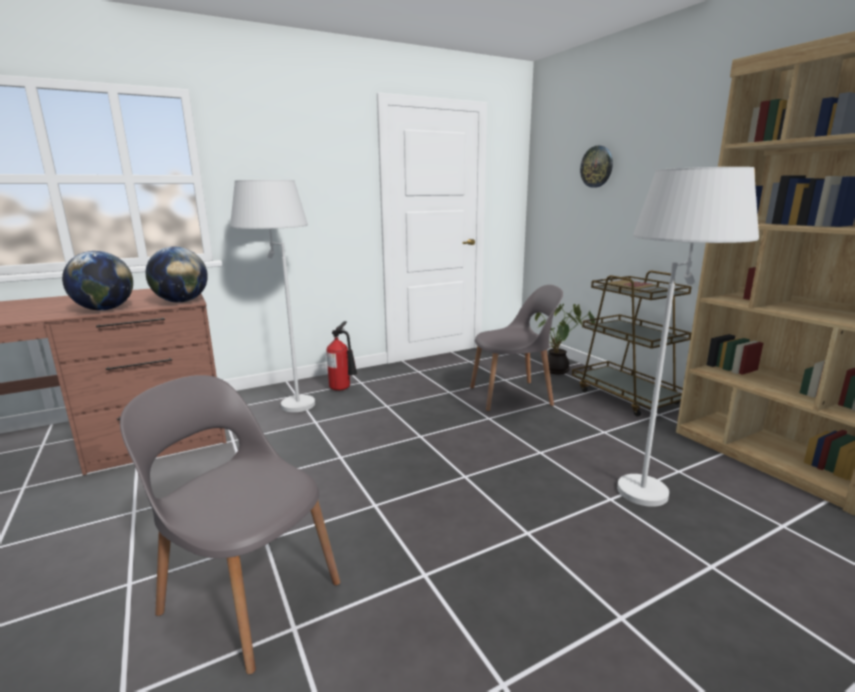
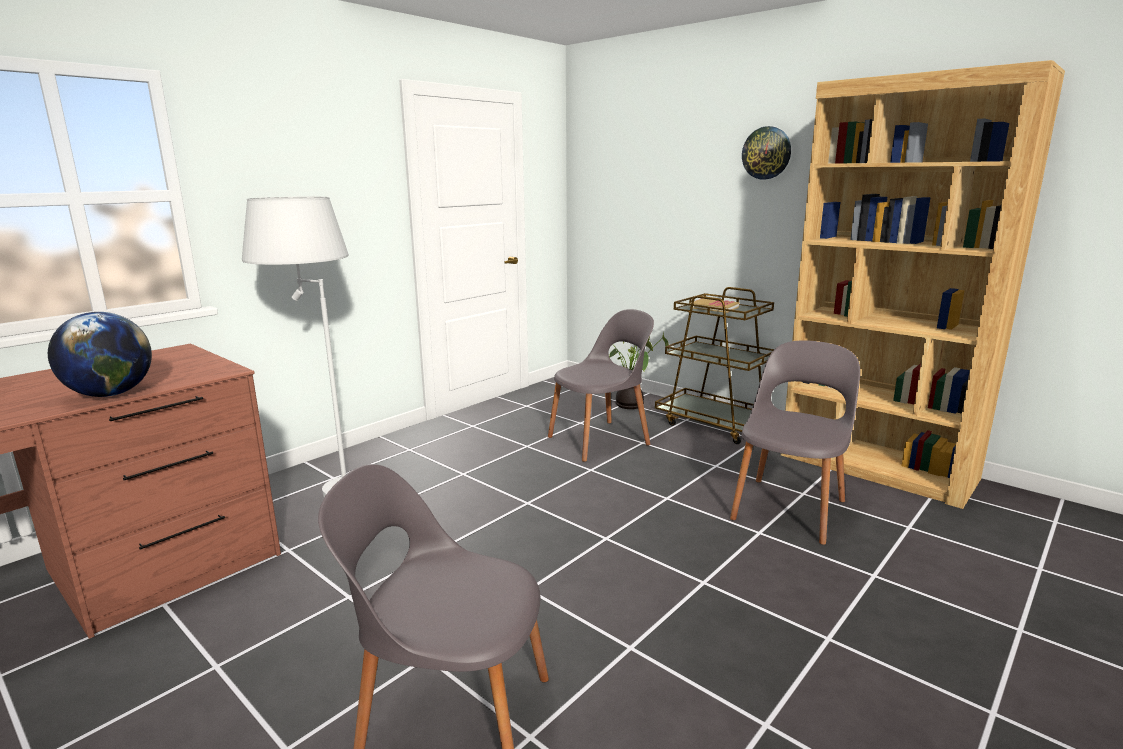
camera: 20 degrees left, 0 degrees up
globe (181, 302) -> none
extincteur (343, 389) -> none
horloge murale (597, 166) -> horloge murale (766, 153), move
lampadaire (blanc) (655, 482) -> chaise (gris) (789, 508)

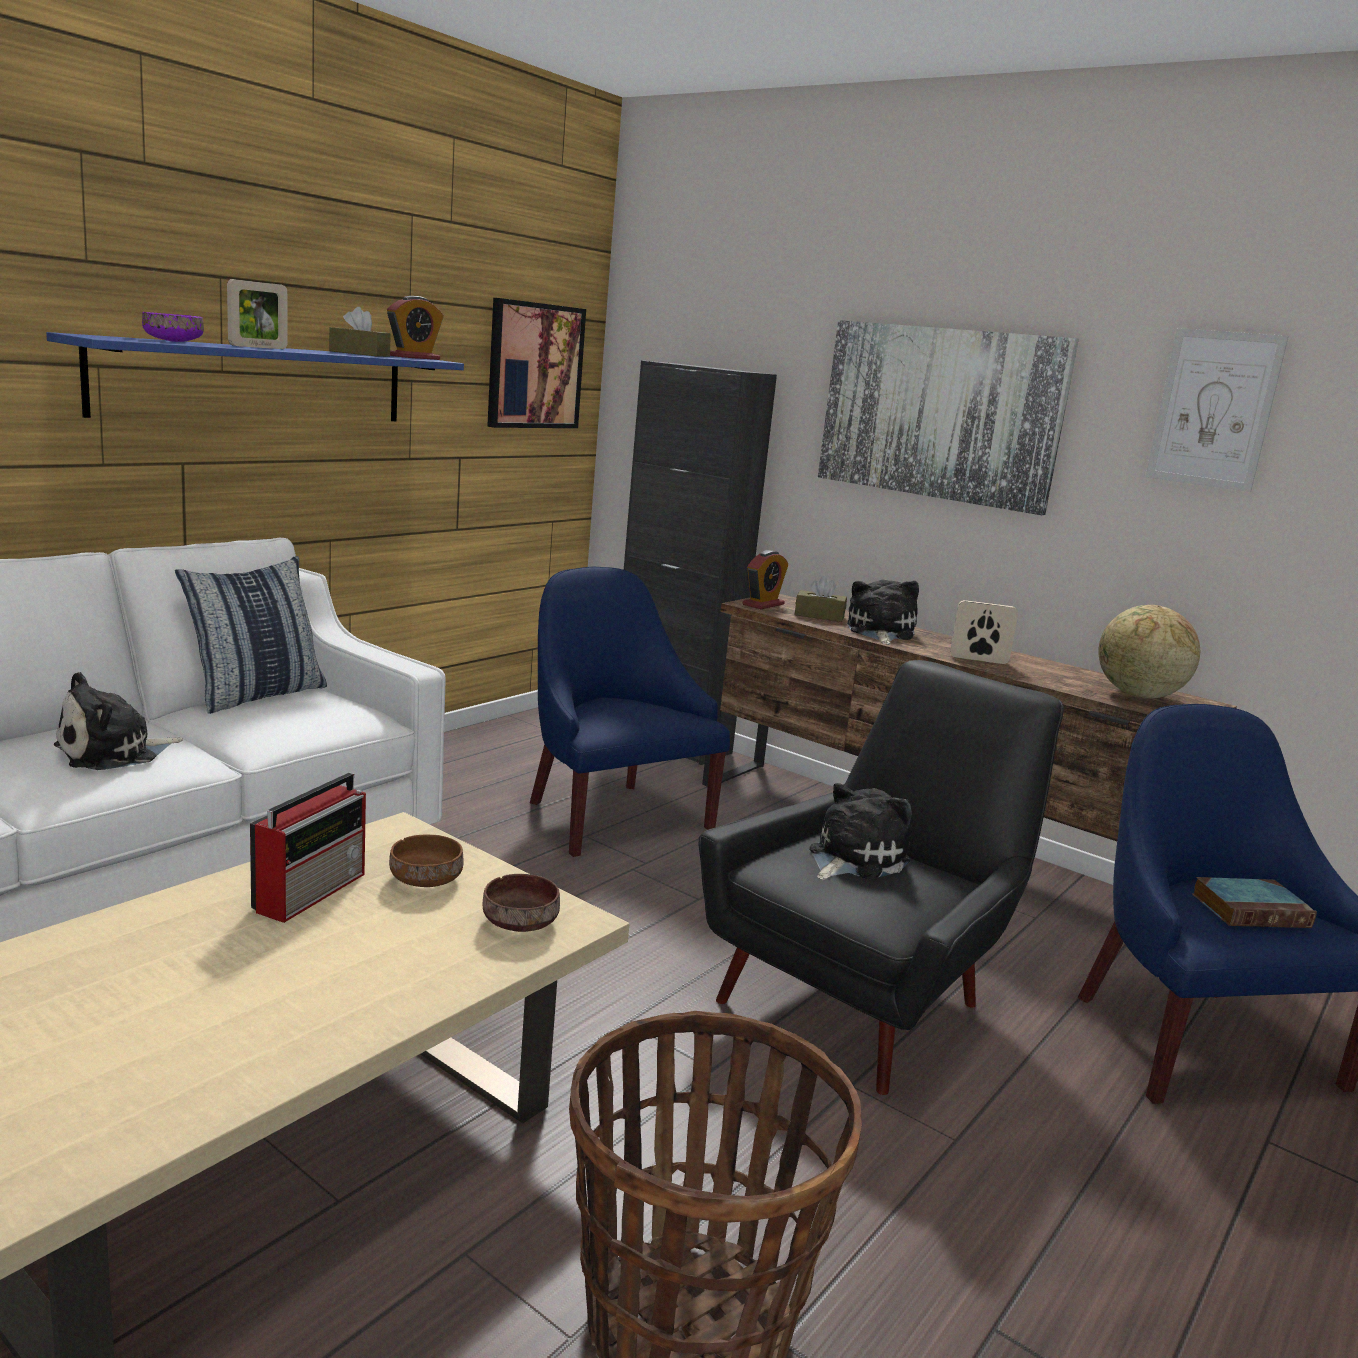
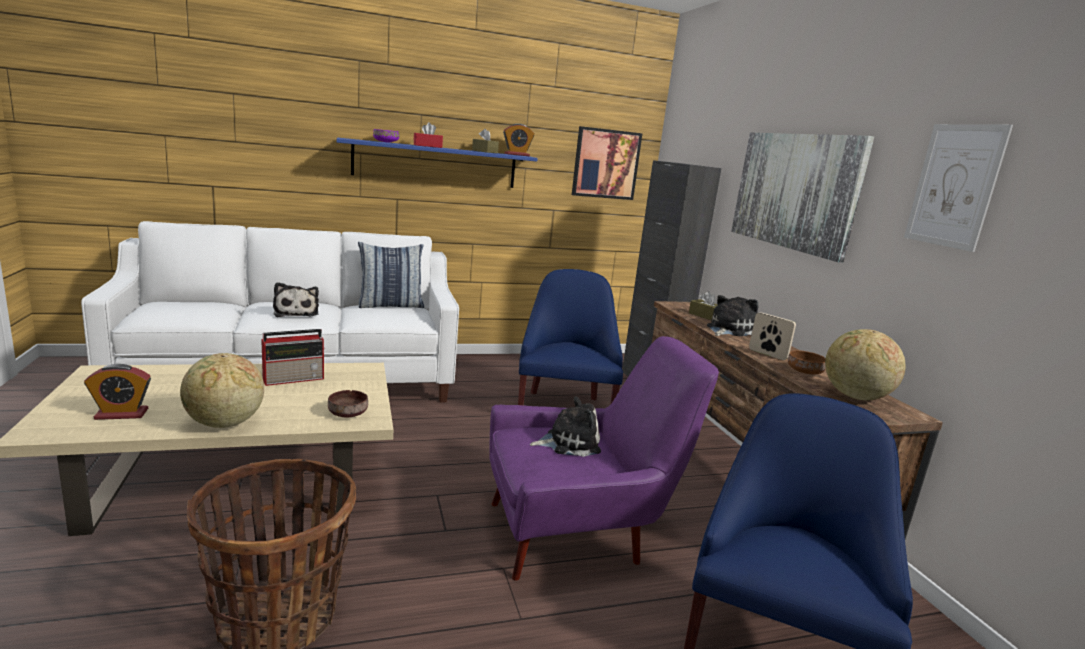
camera: 35 degrees right, 0 degrees up
peluche (113, 753) -> peluche (296, 312), 105 degrees counterclockwise
cadre photo (258, 347) -> boîte à mouchoirs (rouge) (427, 146)
bol (marron) (426, 880) -> bol (marron) (804, 372), move
fauteuil (noir) (867, 995) -> fauteuil (violet) (578, 533)
réveil (763, 604) -> réveil (121, 414), move
livre (1251, 910) -> none
none -> globe (224, 424)

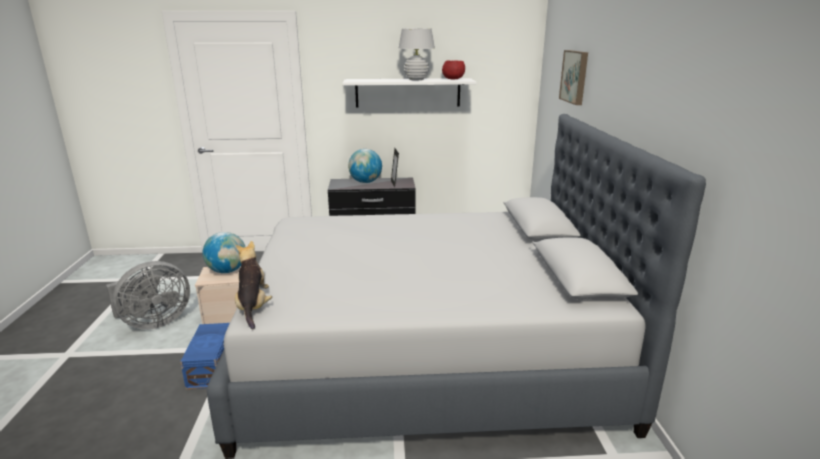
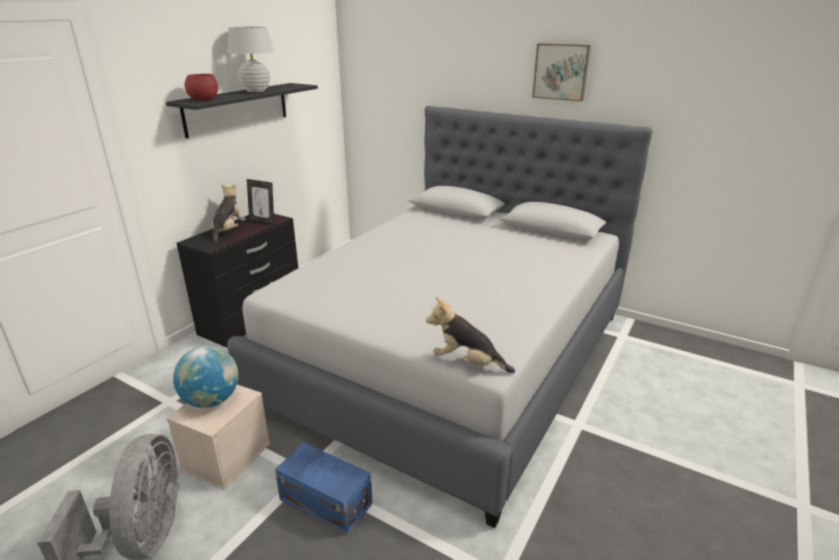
camera: 55 degrees left, 5 degrees up
étagère (blanc) (408, 92) -> étagère (noir) (237, 109)
globe (365, 182) -> peluche (229, 231)
bol (rouge) (453, 79) -> bol (rouge) (204, 100), move
tableau (575, 76) -> tableau (561, 72), move

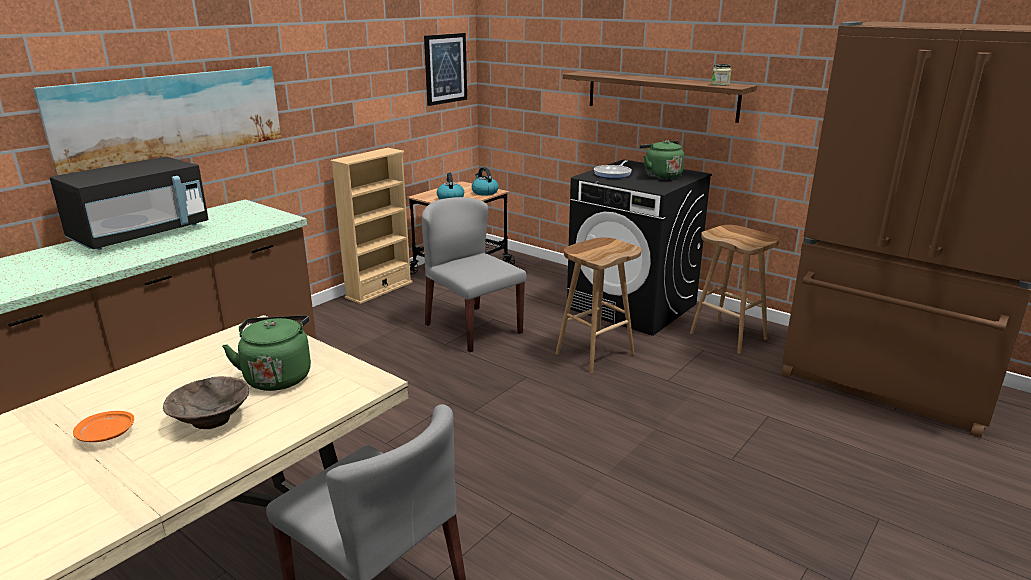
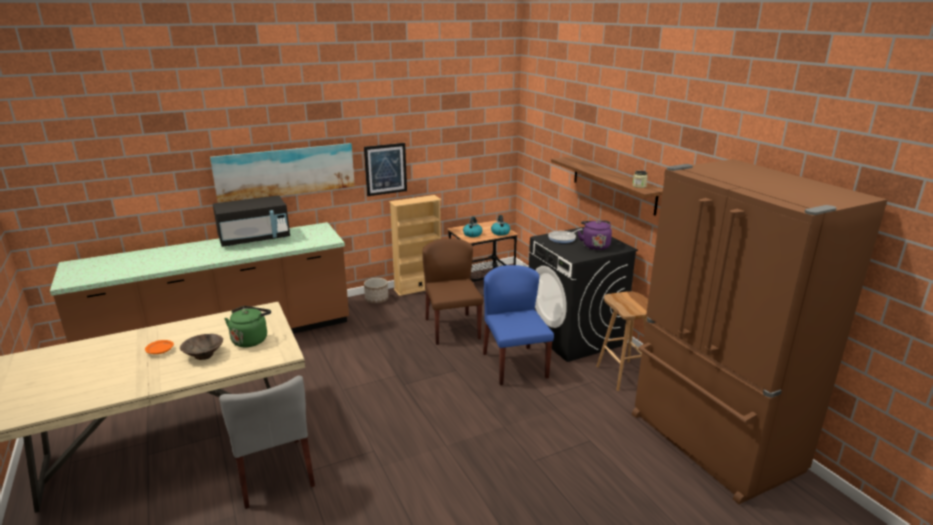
camera: 25 degrees right, 0 degrees up
chaise (gris) (472, 328) -> chaise (marron) (452, 328)
tableau (445, 68) -> tableau (385, 169), move
tabouret (marron) (595, 353) -> chaise (bleu) (514, 365)
bouilloire (vert) (660, 176) -> bouilloire (violet) (594, 246)
none -> cache-pot (377, 299)

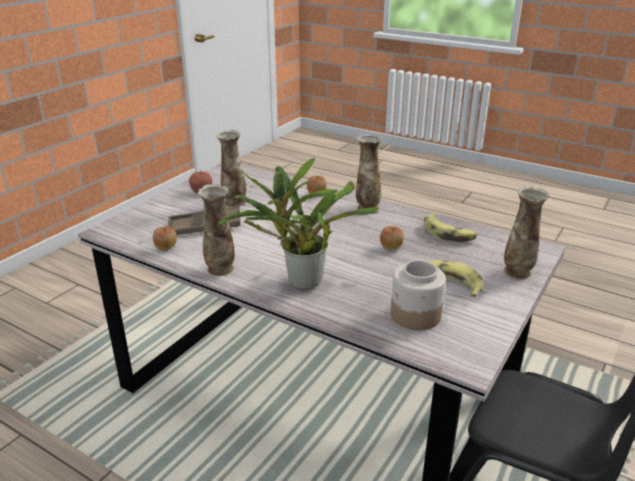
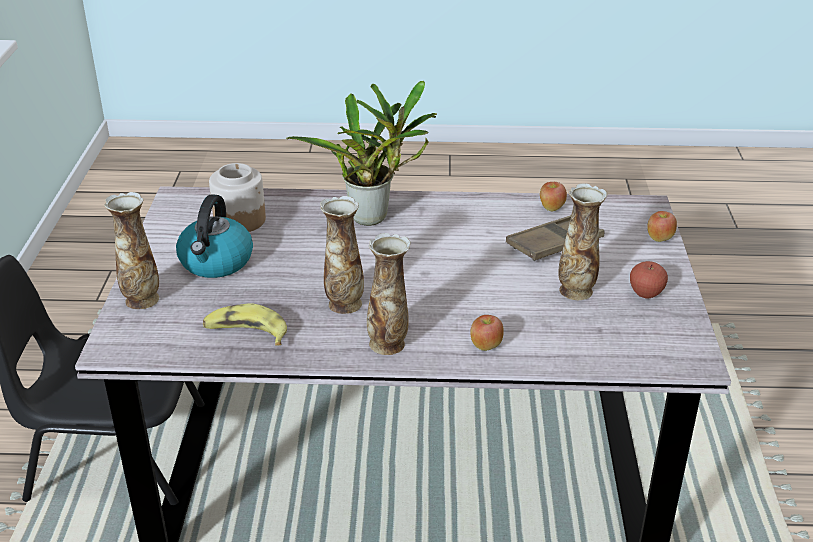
camera: 150 degrees right, 5 degrees up
vase (220, 269) -> vase (344, 303), move
pomme (391, 248) -> pomme (659, 238), move
banane (451, 283) -> bouilloire (216, 262)

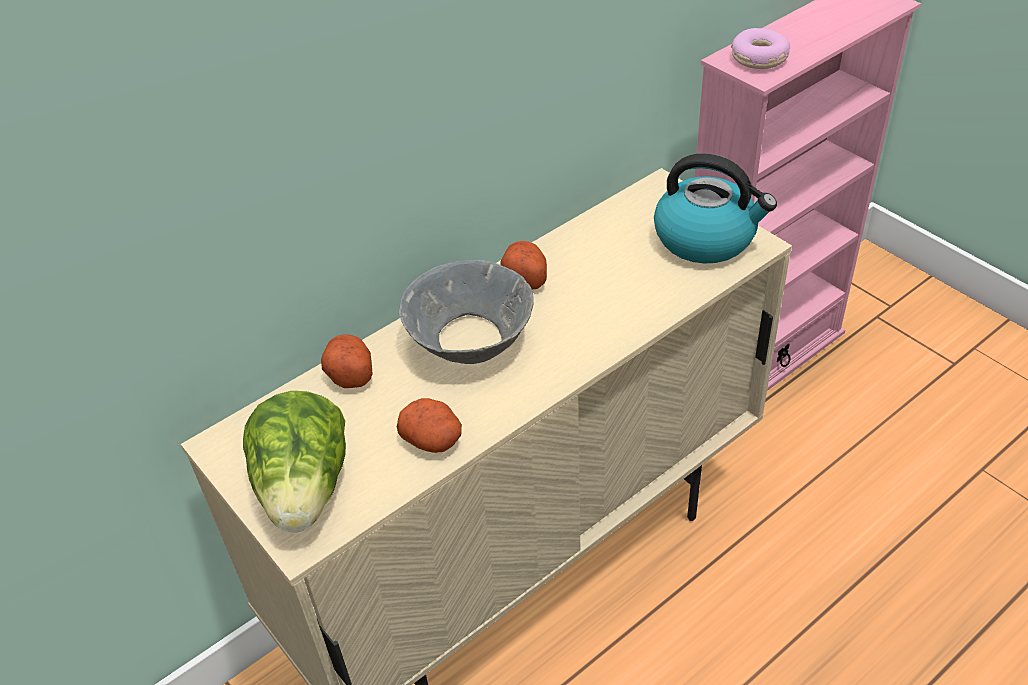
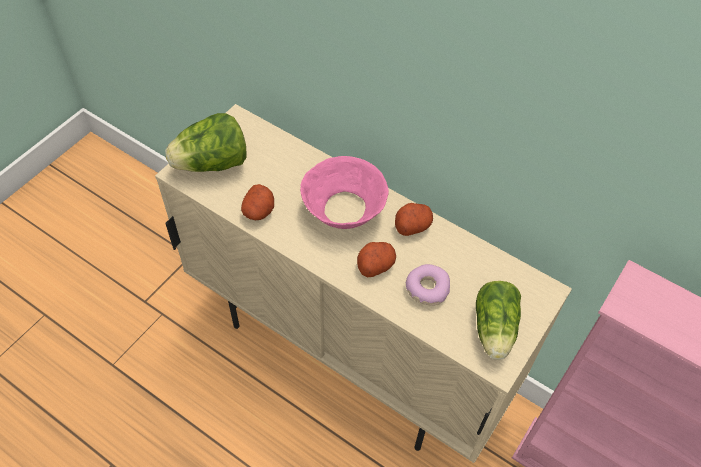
camera: 70 degrees right, 10 degrees up
pomme de terre (349, 373) -> pomme de terre (375, 264), move
bol (gris) (469, 341) -> bol (rose) (343, 209)
bouilloire (706, 238) -> laitue (494, 331)
beignet (759, 58) -> beignet (427, 288), move

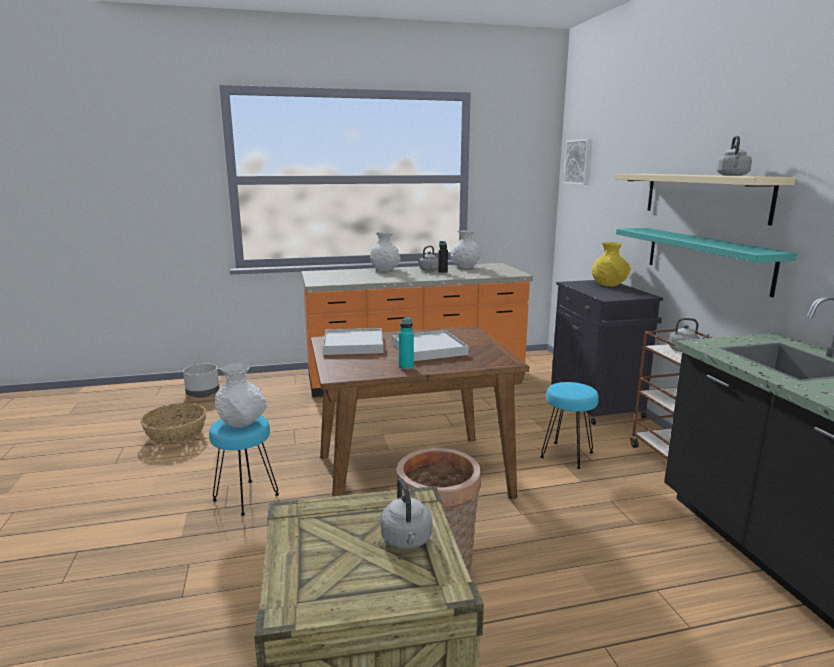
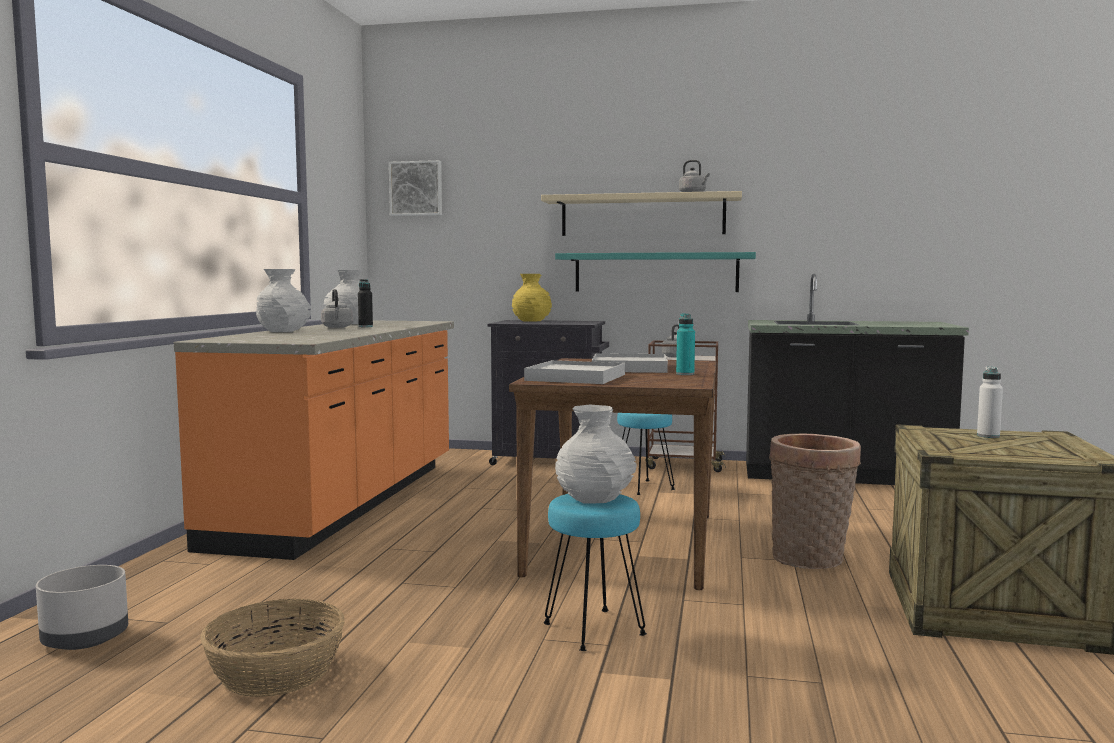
camera: 65 degrees left, 10 degrees down
bouilloire (gris) (407, 541) -> bouteille (blanc) (988, 436)

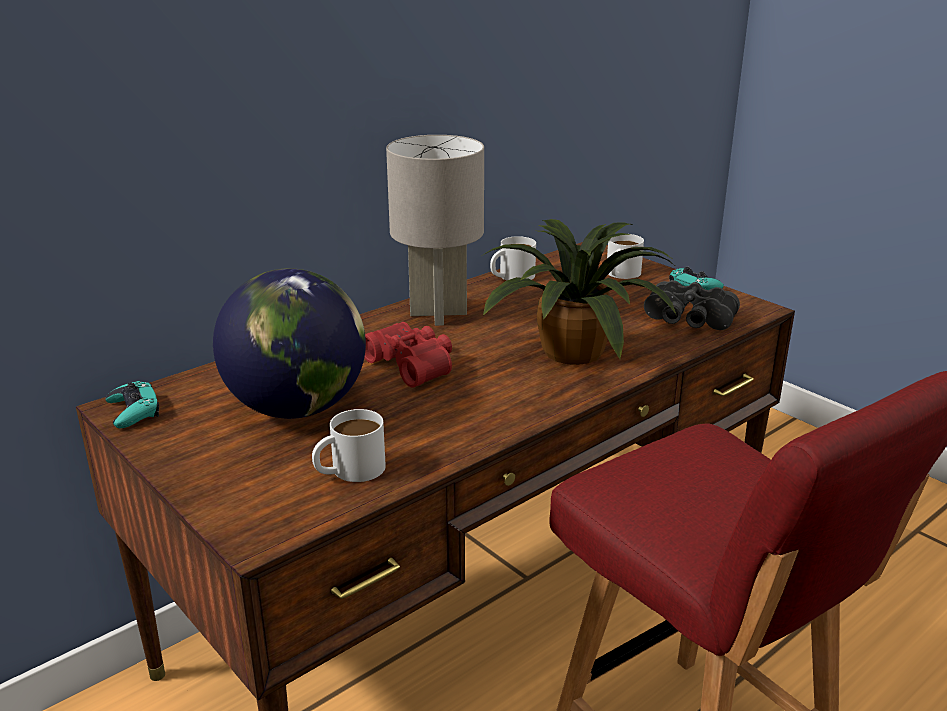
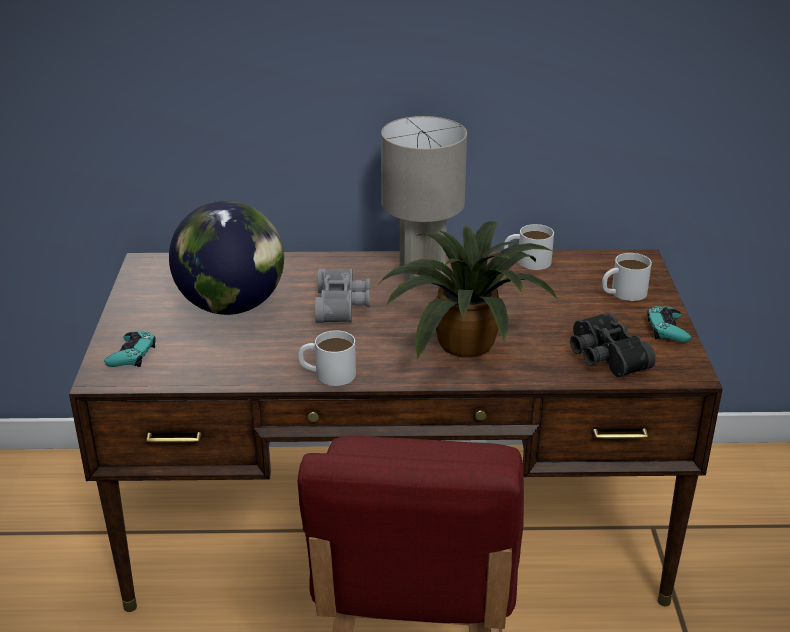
camera: 40 degrees right, 5 degrees up
manette (turquoise) (134, 411) -> manette (turquoise) (132, 354), move
mug (blanc) (349, 470) -> mug (blanc) (327, 373), move
jumelles (rouge) (413, 364) -> jumelles (gris) (343, 305)

